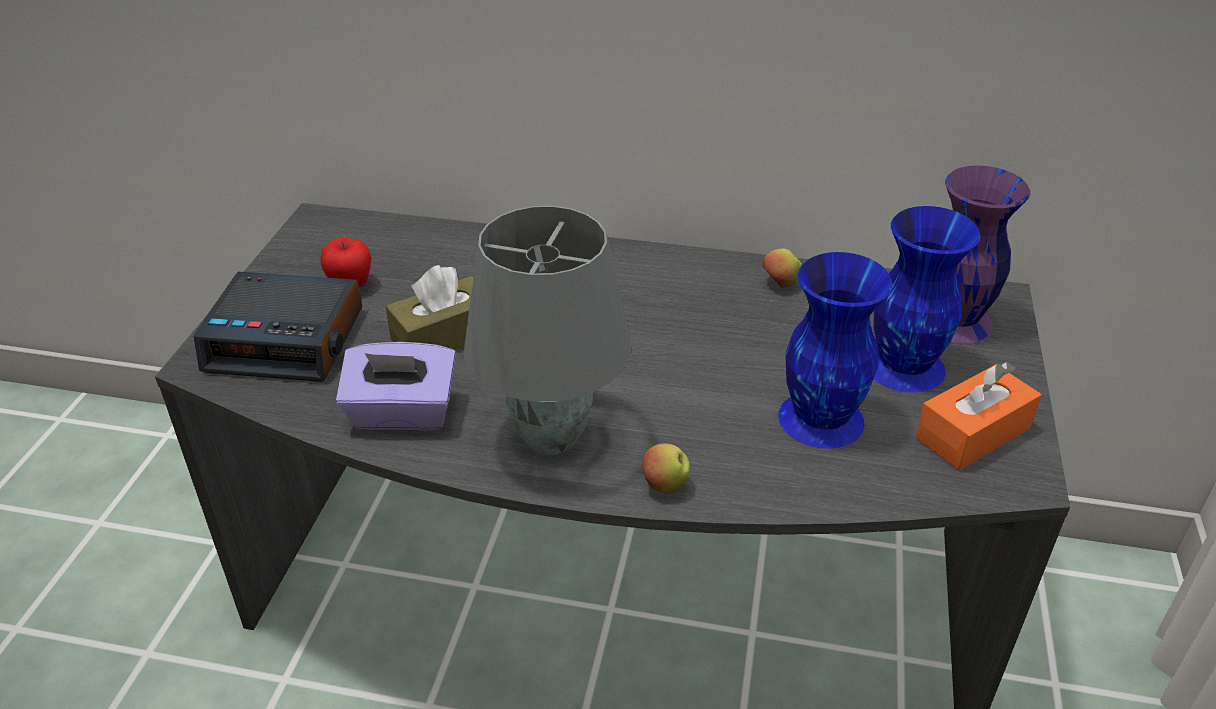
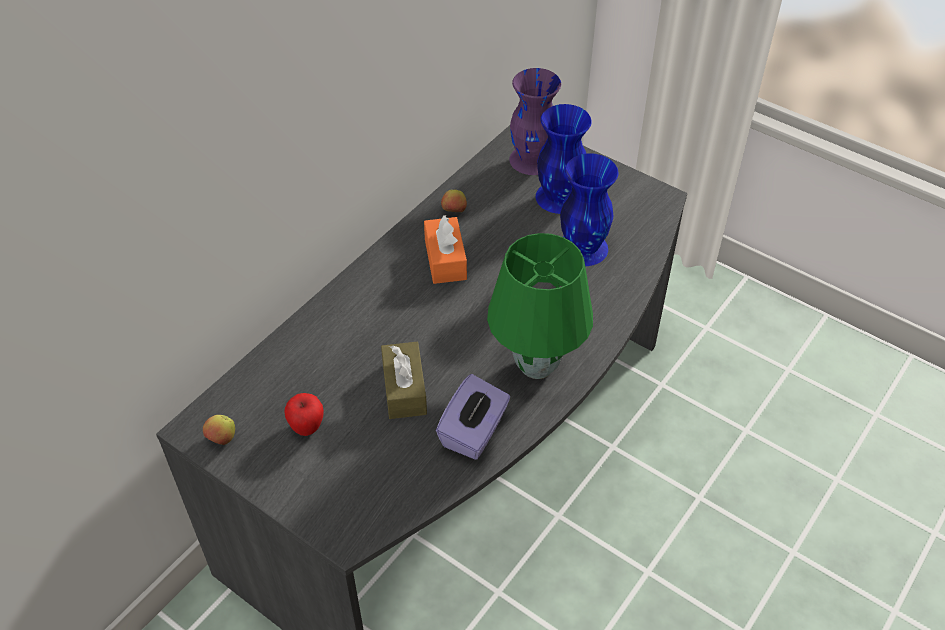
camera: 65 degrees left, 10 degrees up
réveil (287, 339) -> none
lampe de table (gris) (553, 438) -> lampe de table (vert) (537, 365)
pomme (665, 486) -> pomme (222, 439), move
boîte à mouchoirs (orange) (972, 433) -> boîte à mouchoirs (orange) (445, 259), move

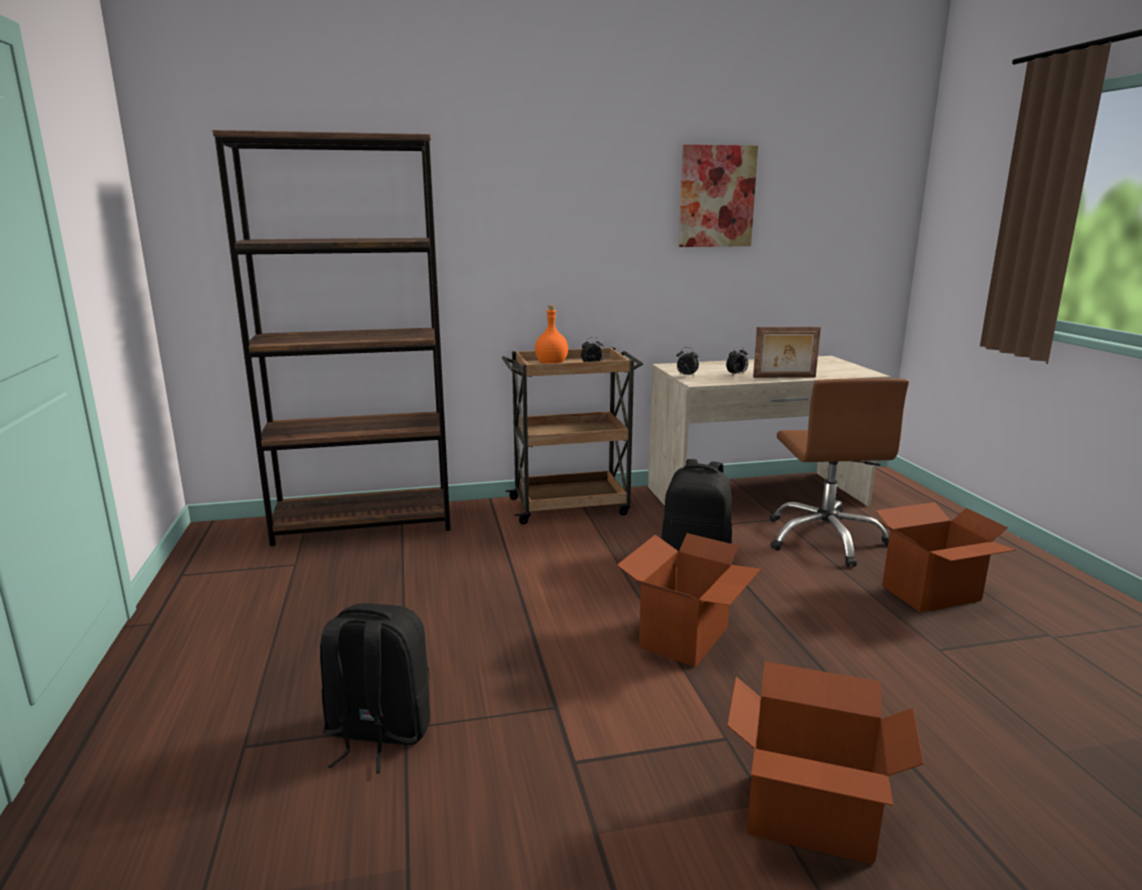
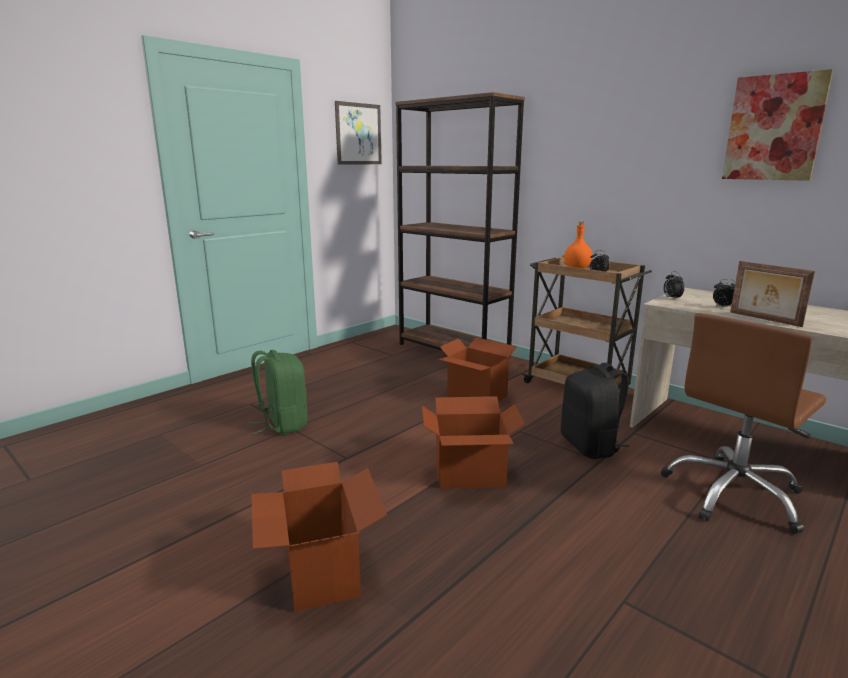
camera: 55 degrees right, 0 degrees up
sac à dos (noir) (377, 733) -> sac à dos (vert) (282, 424)
carton (932, 594) -> carton (476, 396), move
none -> tableau (358, 134)

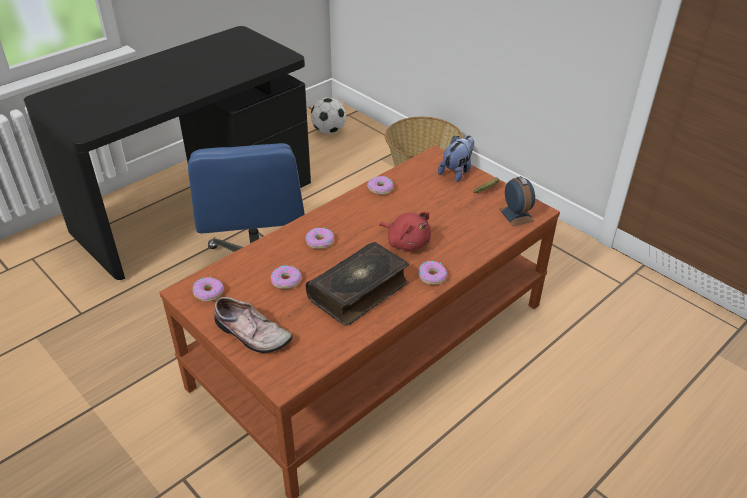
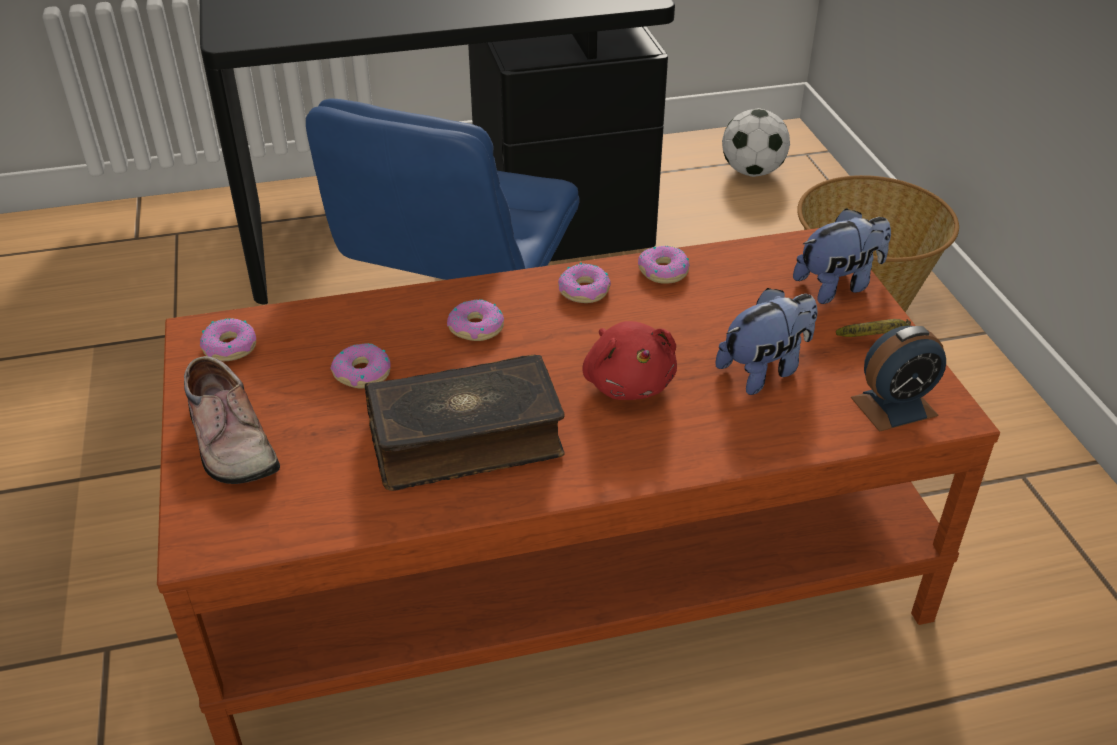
camera: 30 degrees right, 0 degrees up
beignet (432, 276) -> beignet (584, 290), move
réveil (516, 215) -> réveil (894, 406), 60 degrees clockwise
none -> peluche (764, 370)

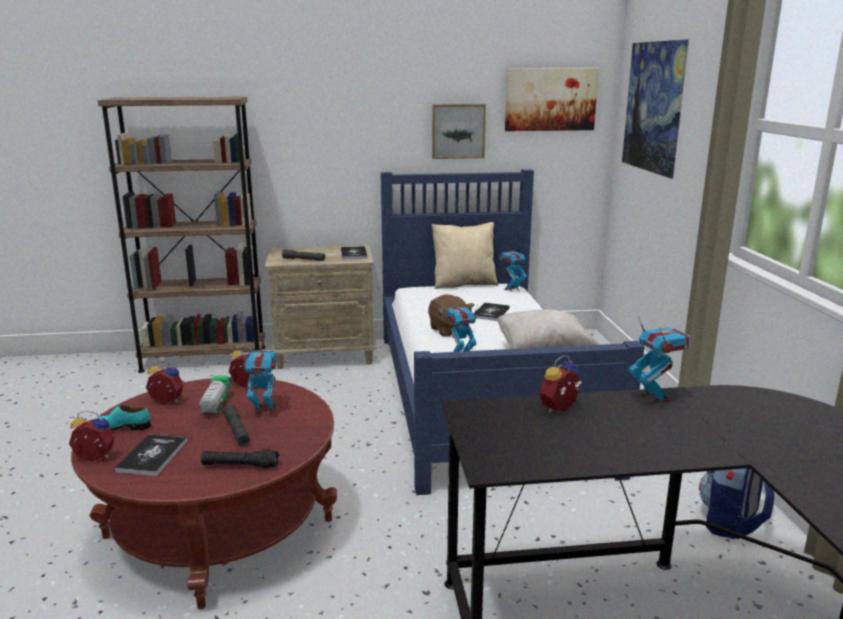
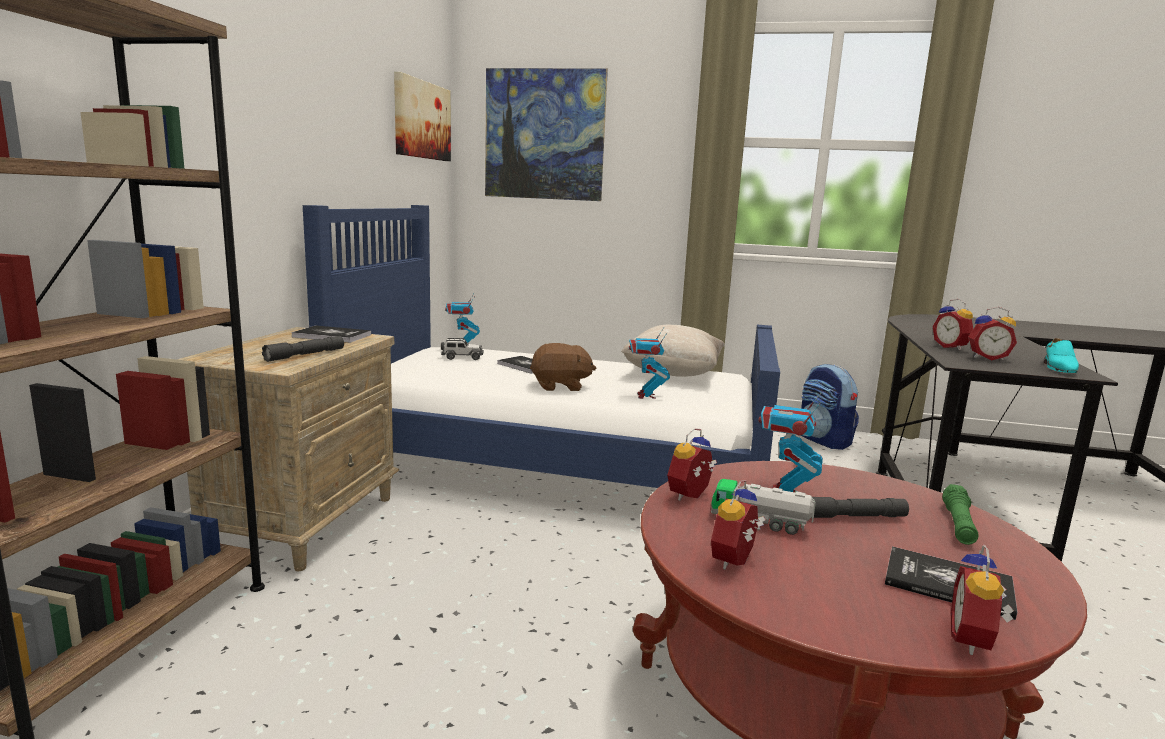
camera: 70 degrees left, 5 degrees down
chaussure (turquoise) (120, 427) -> chaussure (turquoise) (1058, 368), move
lampe de poche (noir) (240, 466) -> lampe de poche (vert) (958, 524)
tableau (458, 131) -> none
coussin (beige) (463, 284) -> none
robot jouet (654, 398) -> none
none -> petite voiture (462, 357)
none -> réveil (987, 358)

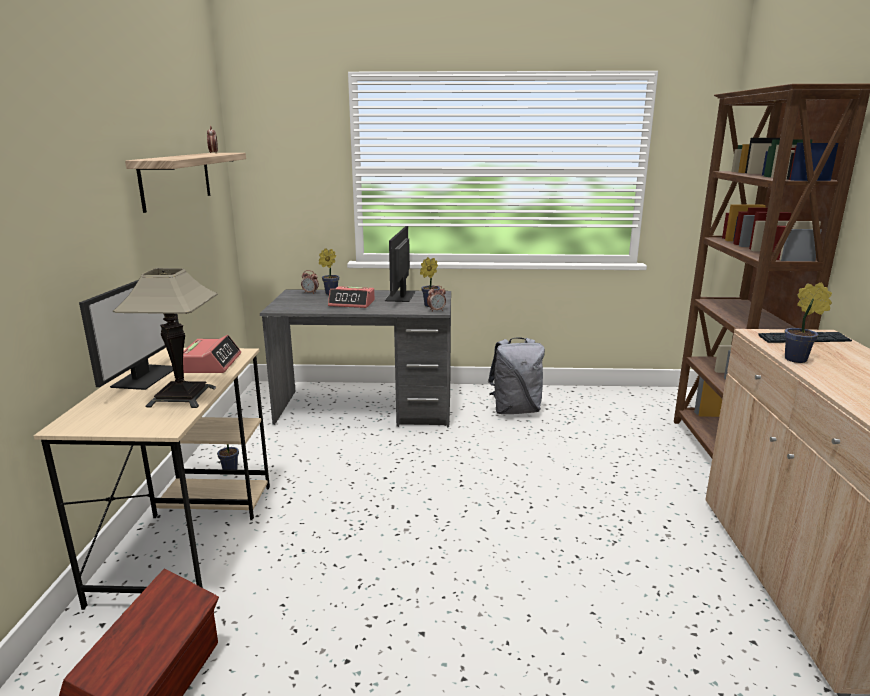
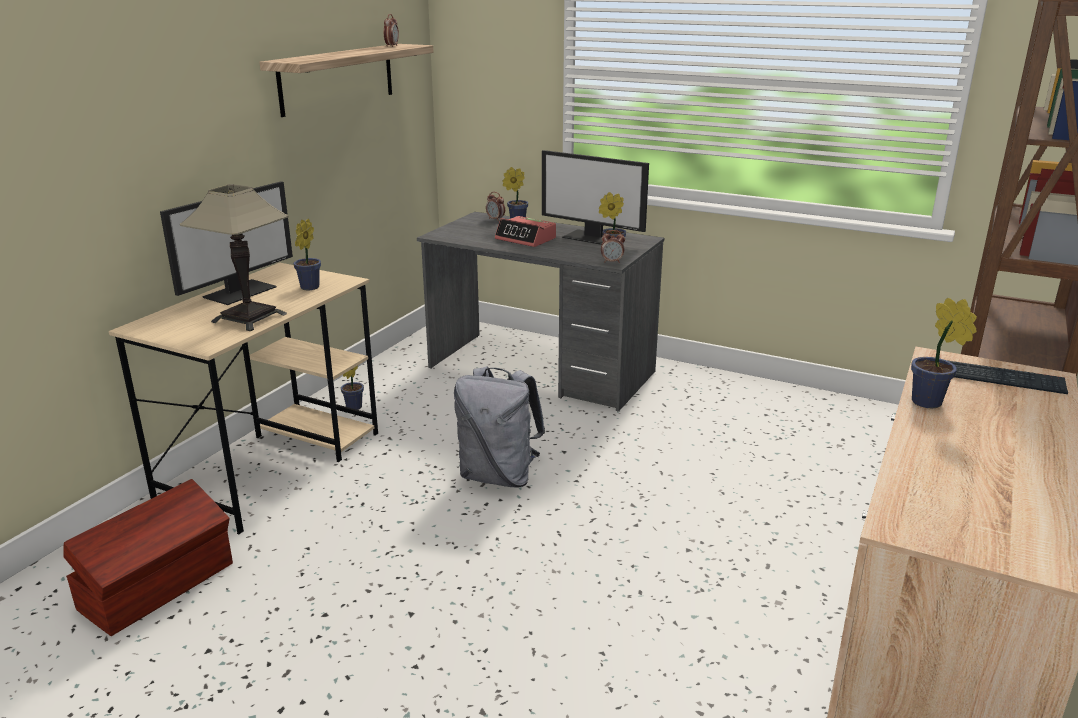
camera: 25 degrees right, 5 degrees up
réveil (211, 363) -> plante en pot (308, 288)
écran d'ordinateur (401, 296) -> écran d'ordinateur (592, 237), 90 degrees counterclockwise
sac à dos (gris) (515, 410) -> sac à dos (gris) (499, 476), move

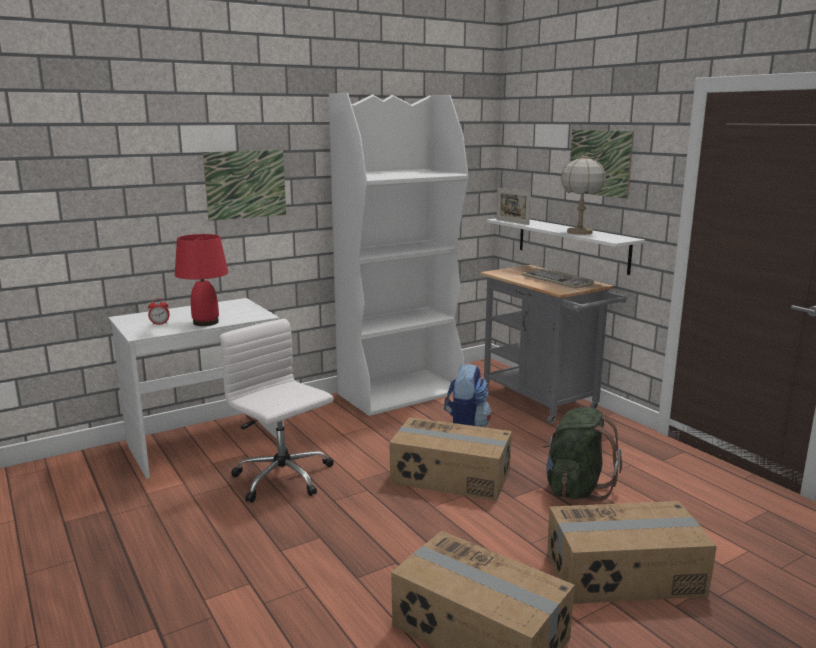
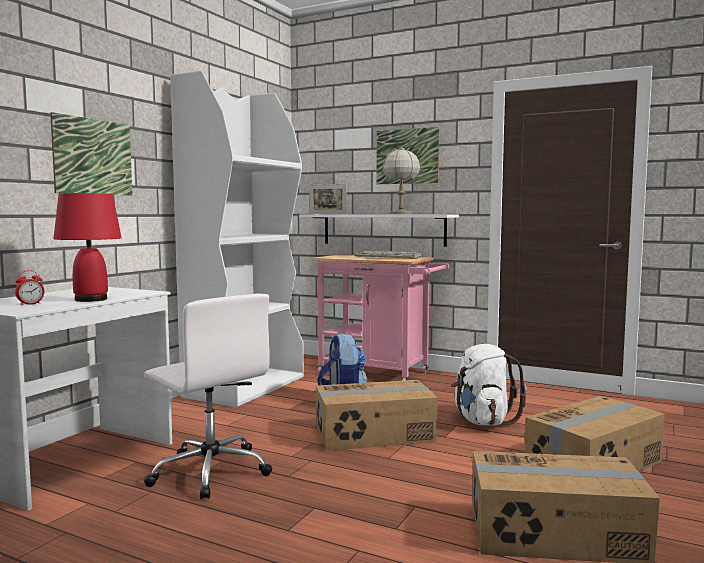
camera: 30 degrees left, 10 degrees down
chaise de bureau (blanc) (283, 478) -> chaise de bureau (blanc) (210, 471), 150 degrees counterclockwise
chariot (gris) (544, 402) -> chariot (rose) (380, 373)
sac à dos (vert) (575, 489) -> sac à dos (blanc) (483, 421)

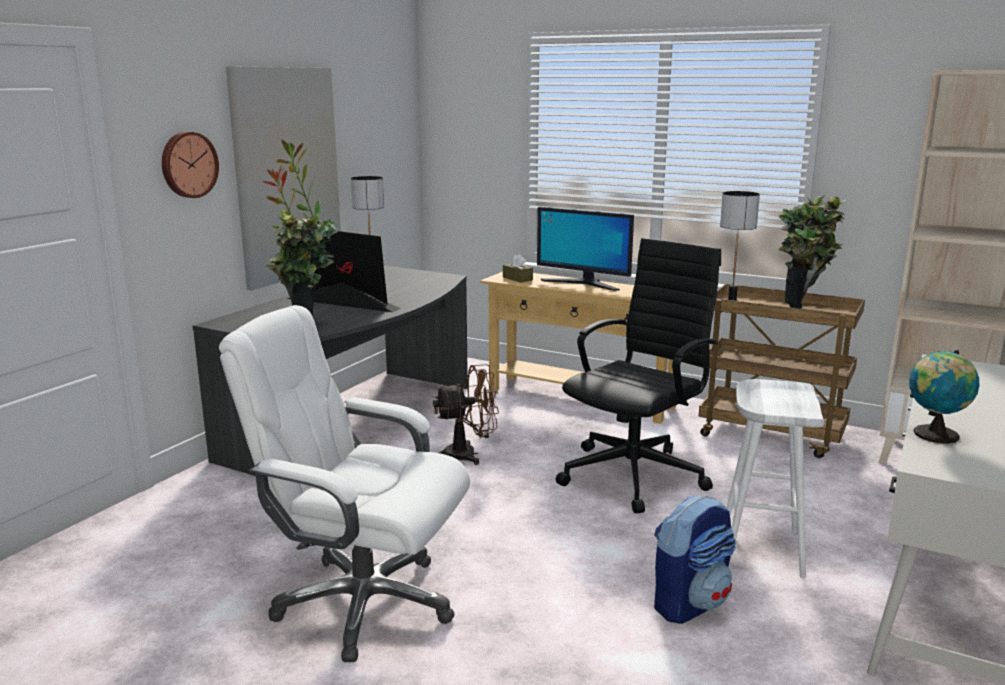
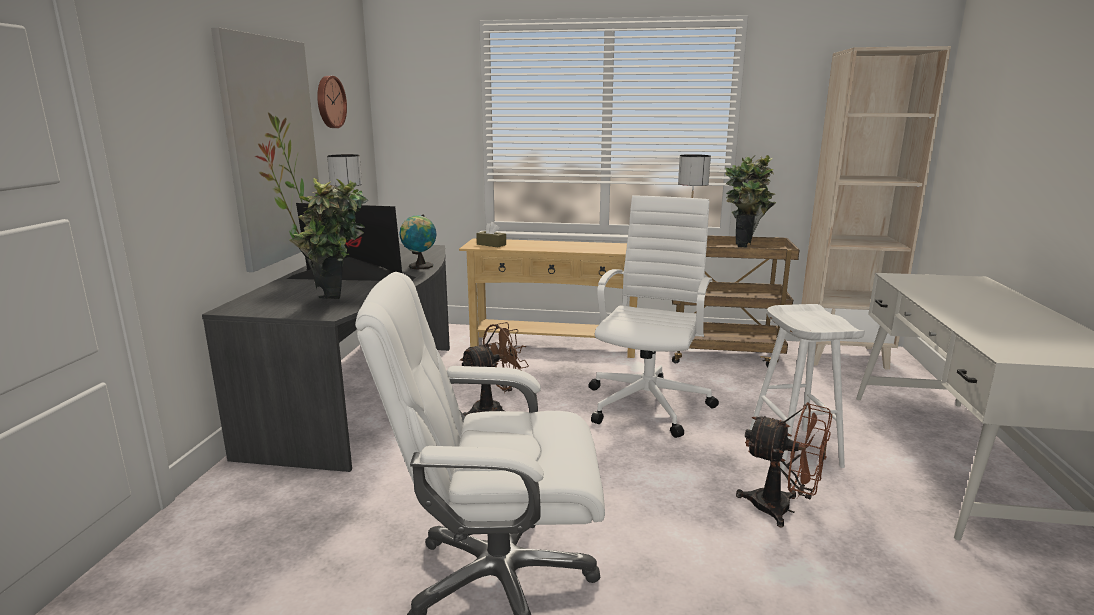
camera: 20 degrees left, 0 degrees up
horloge murale (188, 164) -> horloge murale (329, 102), move
écran d'ordinateur (583, 284) -> none
chaise de bureau (noir) (636, 474) -> chaise de bureau (blanc) (649, 403)
sac à dos (690, 603) -> ventilateur (marron) (782, 509)
globe (934, 435) -> globe (419, 266), move

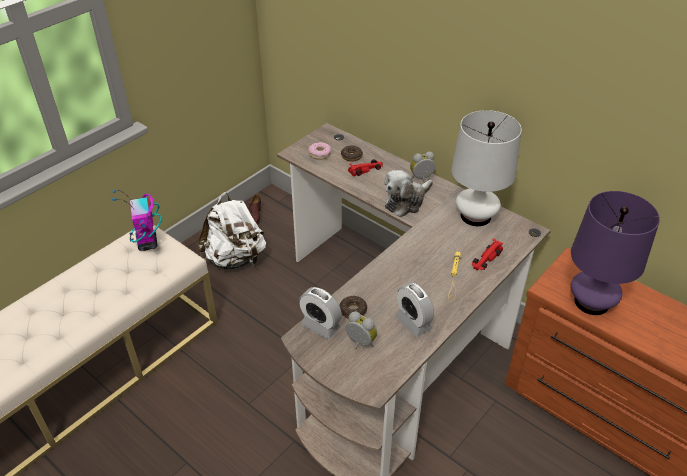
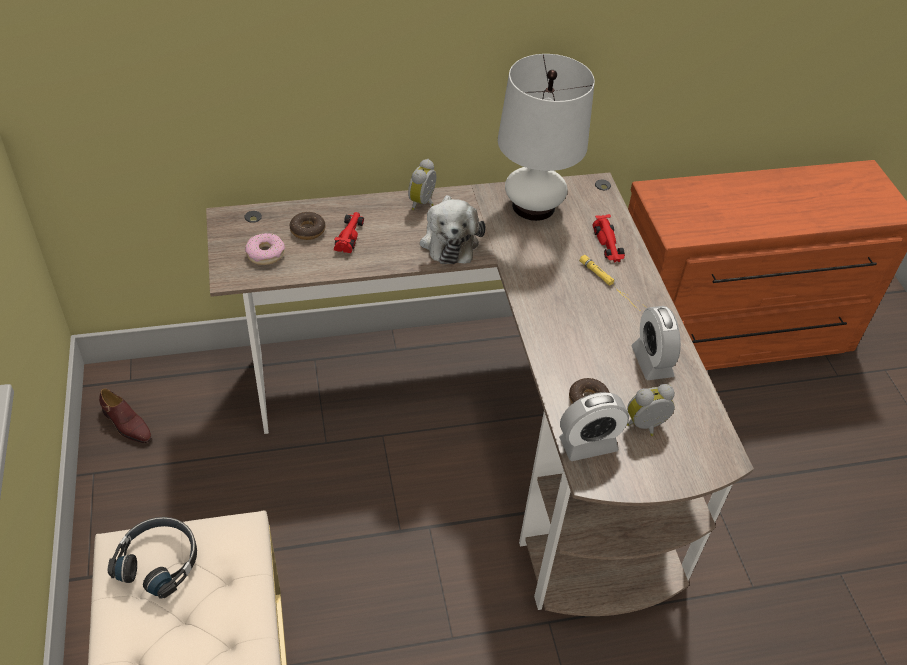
camera: 55 degrees left, 5 degrees up
robot jouet (147, 243) -> casque audio (noir) (159, 560)
sac à dos (blanc) (235, 259) -> none
réveil (413, 322) -> réveil (652, 362), 75 degrees clockwise
lampe de table (violet) (591, 302) -> none

